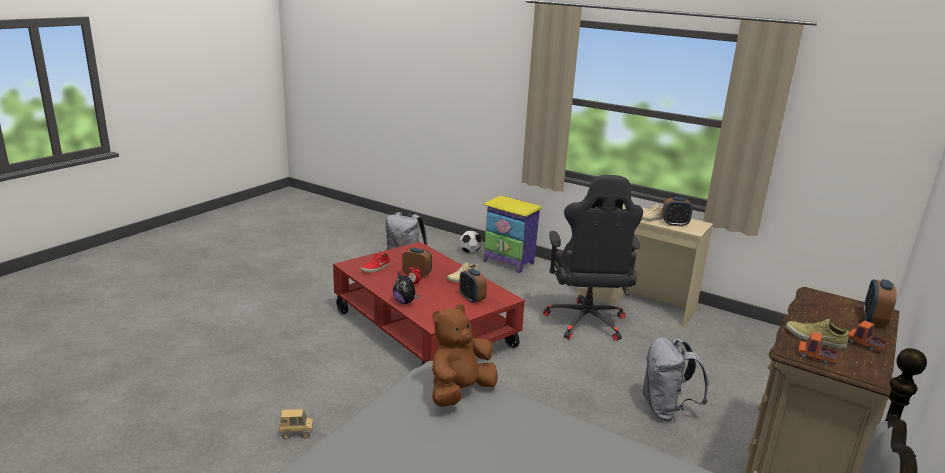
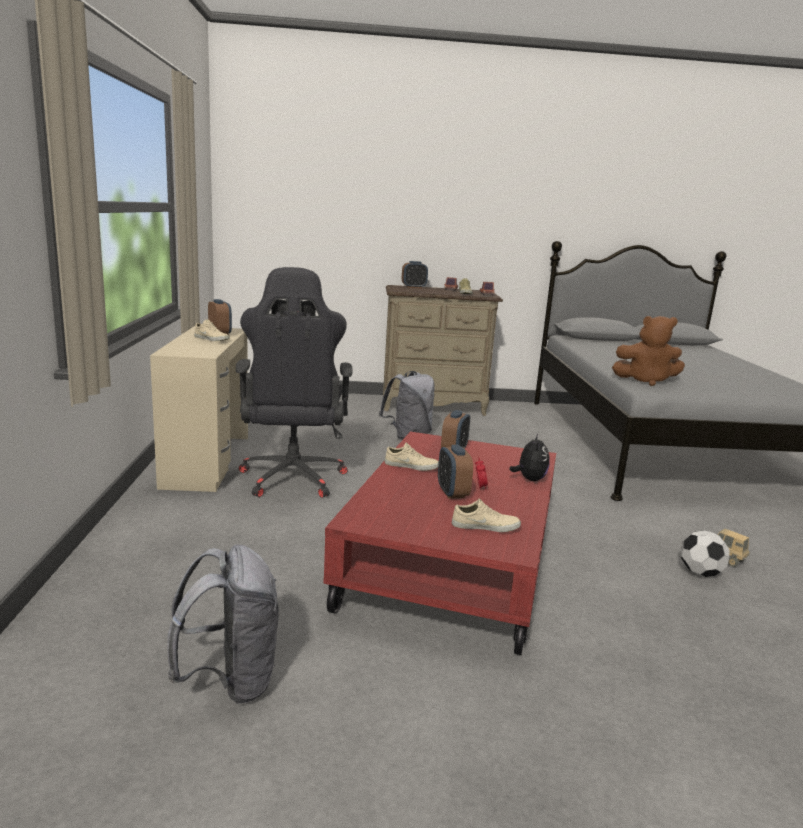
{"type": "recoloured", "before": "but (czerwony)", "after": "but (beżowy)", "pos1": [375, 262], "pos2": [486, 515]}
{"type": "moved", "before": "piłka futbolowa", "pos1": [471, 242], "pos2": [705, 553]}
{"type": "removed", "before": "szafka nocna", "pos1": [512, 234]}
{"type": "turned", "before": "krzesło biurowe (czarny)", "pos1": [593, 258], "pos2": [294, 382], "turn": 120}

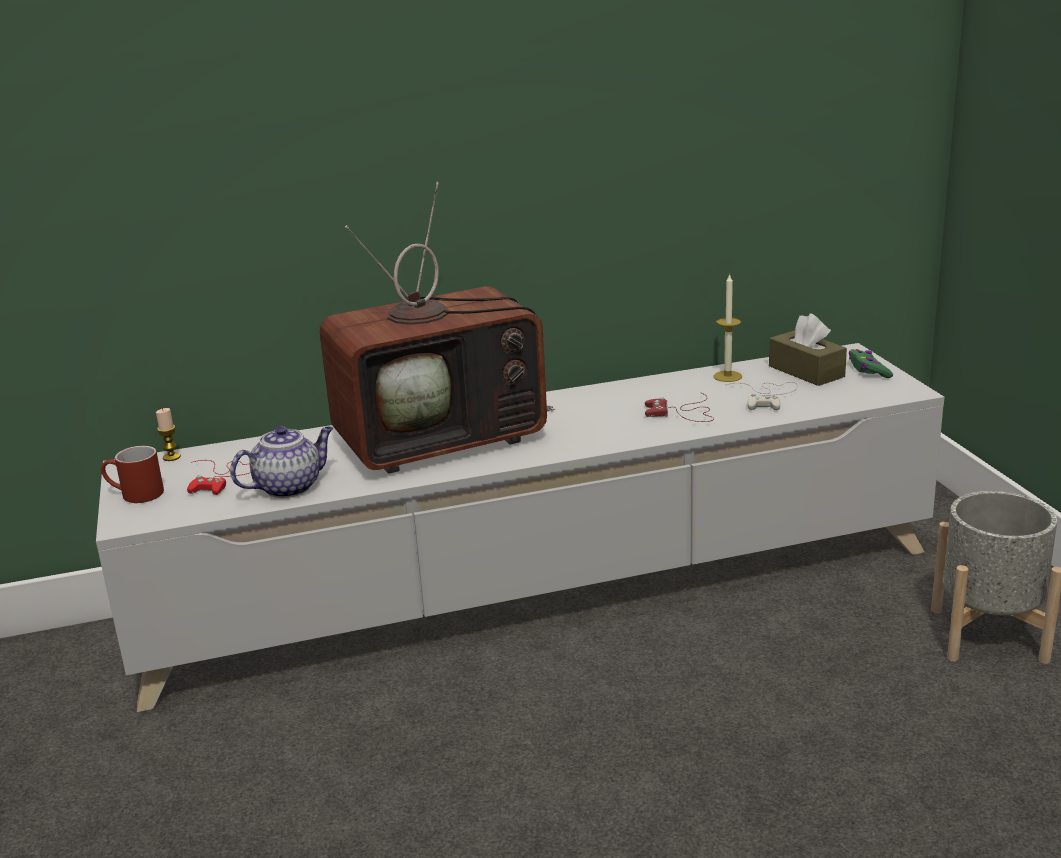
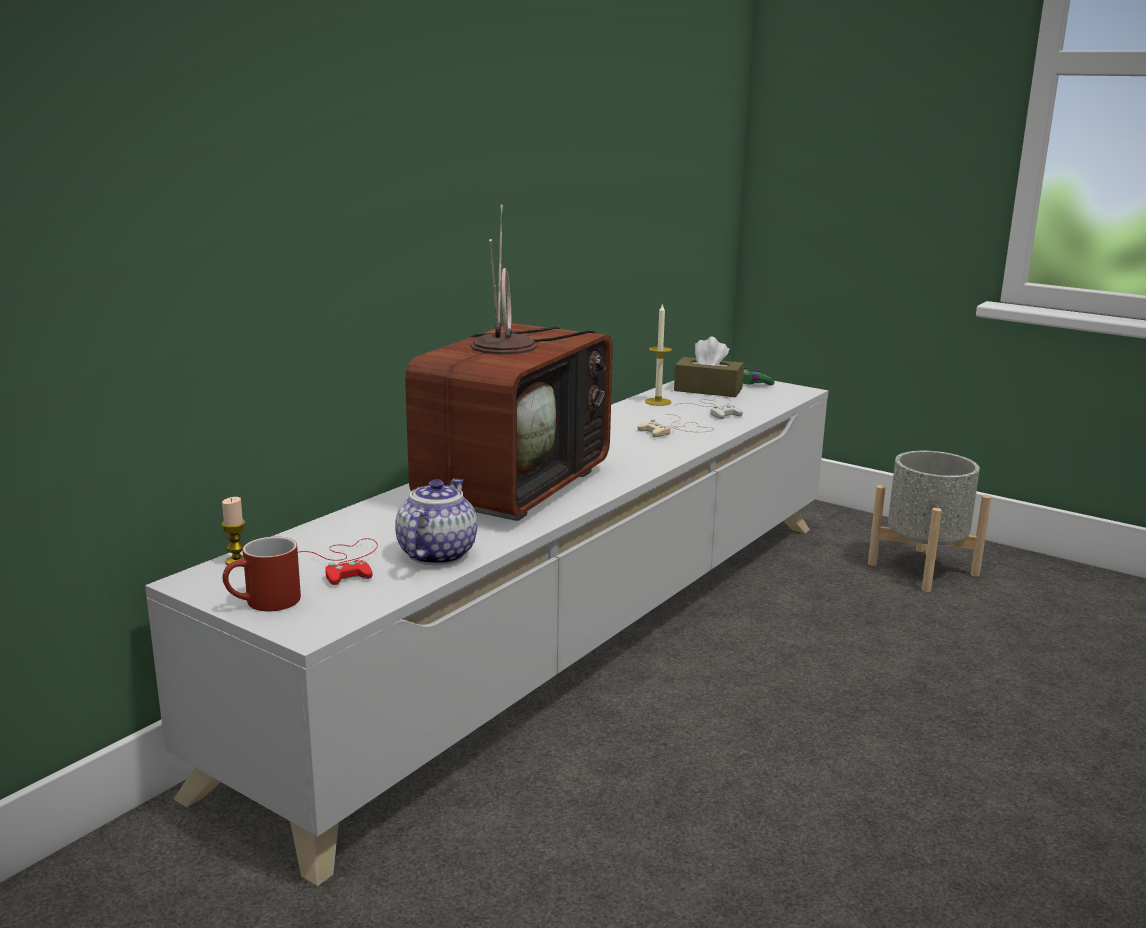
{"type": "recoloured", "before": "pad do gier (czerwony)", "after": "pad do gier (beżowy)", "pos1": [679, 407], "pos2": [676, 425]}

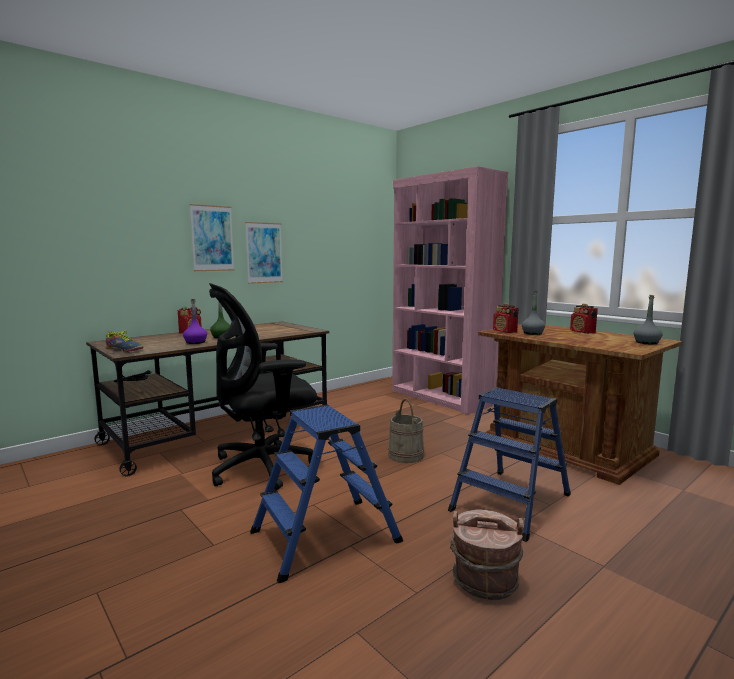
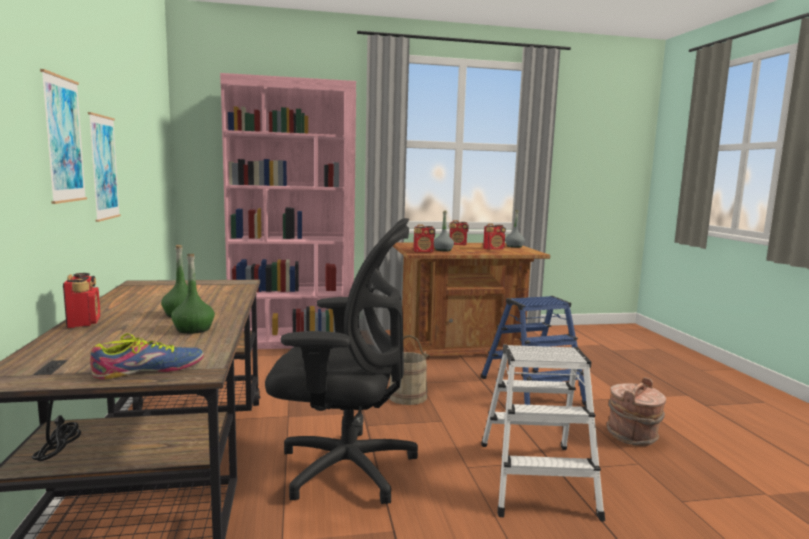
{"type": "recoloured", "before": "butelka (fioletowy)", "after": "butelka (zielony)", "pos1": [195, 321], "pos2": [193, 294]}
{"type": "turned", "before": "krzesło biurowe (czarny)", "pos1": [263, 386], "pos2": [341, 361], "turn": -90}
{"type": "recoloured", "before": "drabinka (niebieski)", "after": "drabinka (biały)", "pos1": [326, 493], "pos2": [543, 432]}
{"type": "added", "after": "radio", "pos2": [494, 236]}

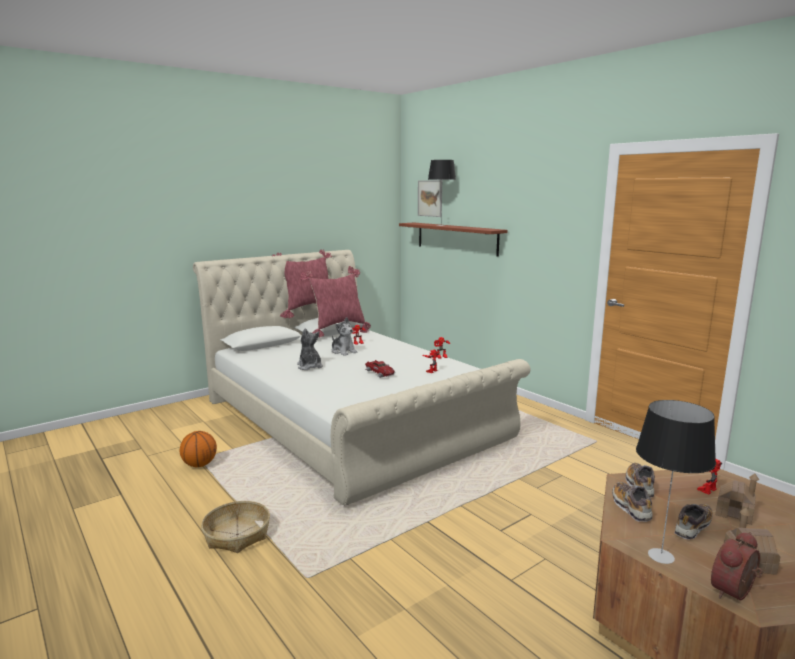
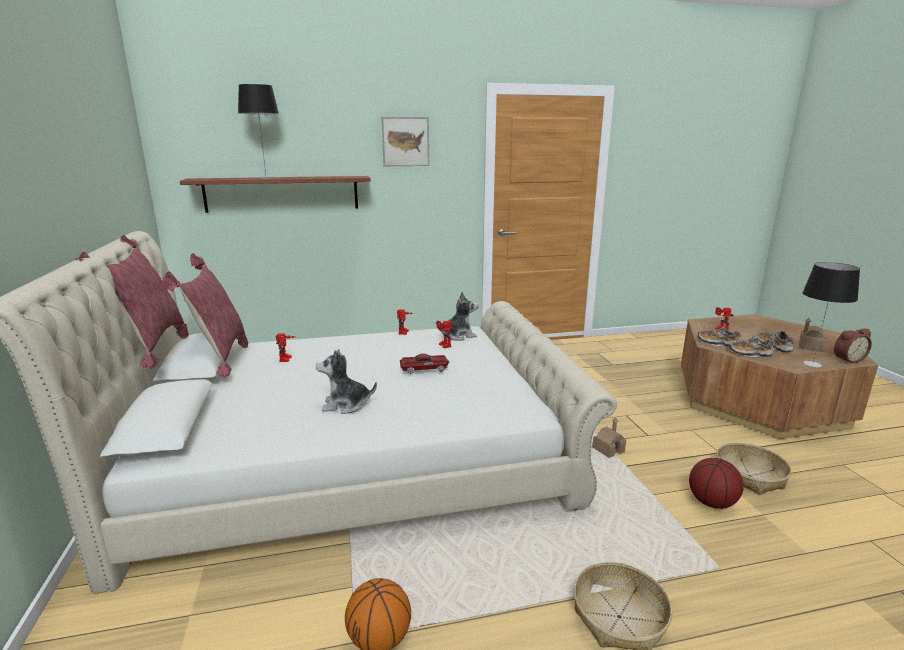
{"type": "moved", "before": "pluszak", "pos1": [344, 336], "pos2": [457, 316]}
{"type": "moved", "before": "obraz", "pos1": [430, 198], "pos2": [405, 141]}
{"type": "turned", "before": "budzik", "pos1": [737, 566], "pos2": [853, 346], "turn": -90}
{"type": "moved", "before": "domek", "pos1": [737, 499], "pos2": [609, 437]}
{"type": "added", "after": "piłka do koszykówki", "pos2": [716, 483]}
{"type": "added", "after": "koszyk", "pos2": [754, 469]}

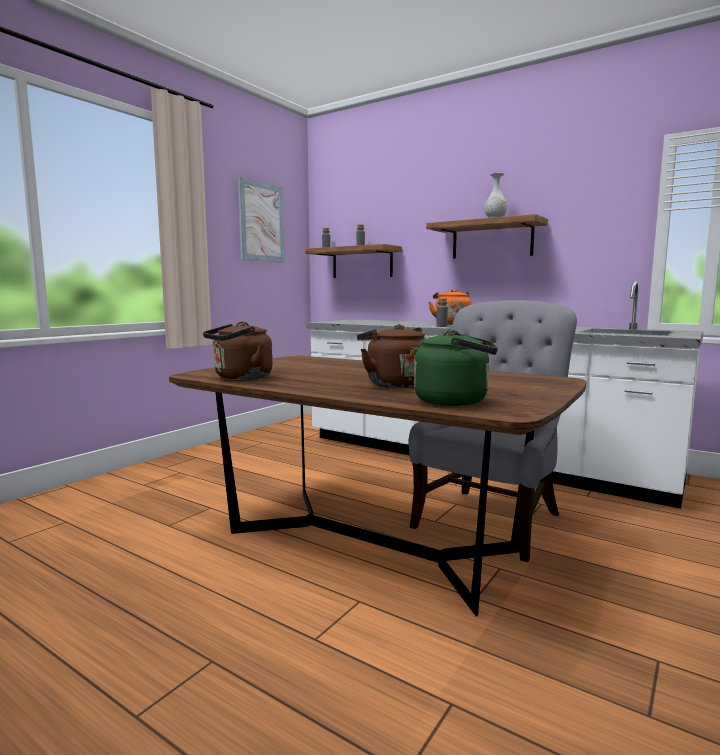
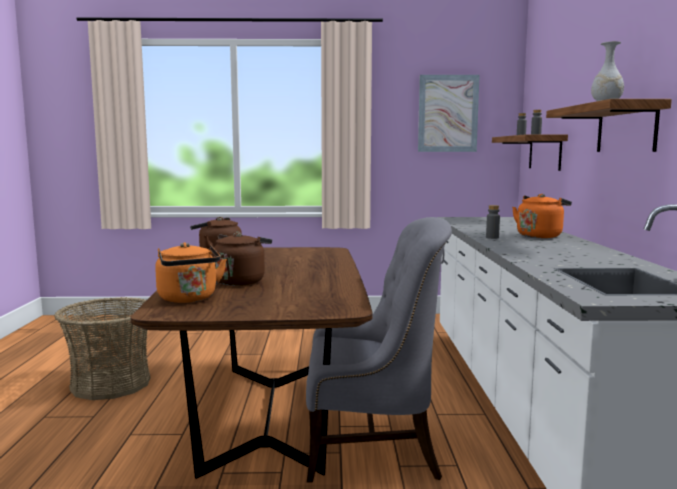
{"type": "recoloured", "before": "czajnik (zielony)", "after": "czajnik (pomarańczowy)", "pos1": [456, 368], "pos2": [191, 272]}
{"type": "added", "after": "koszyk", "pos2": [102, 348]}

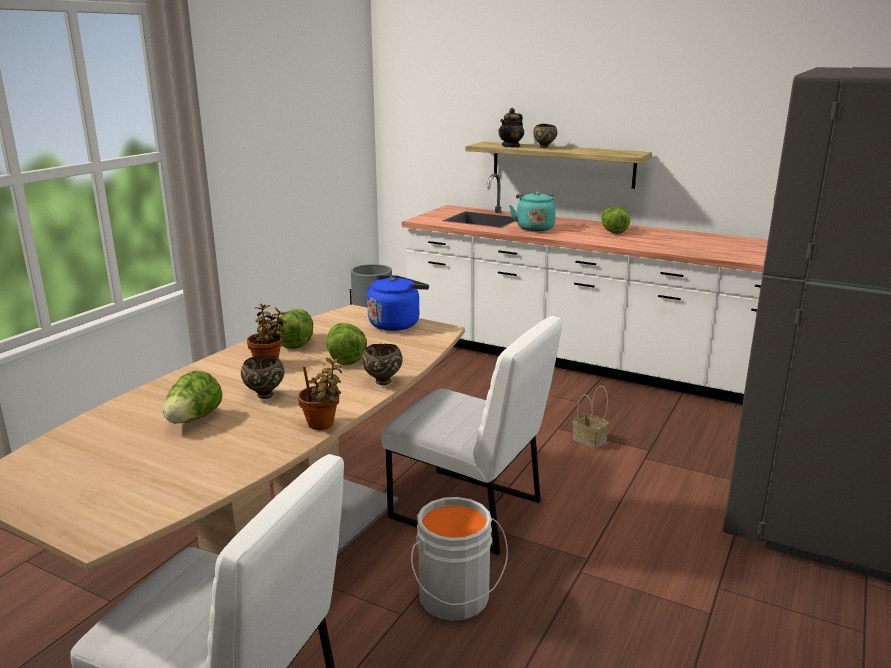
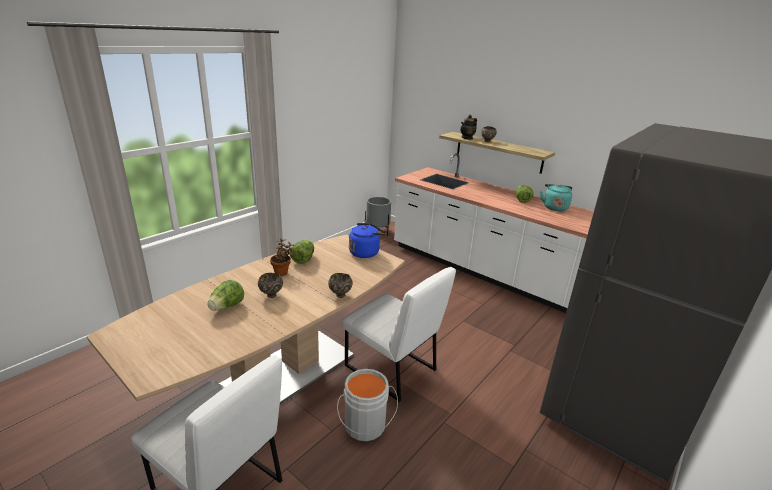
{"type": "removed", "before": "roślina doniczkowa", "pos1": [320, 393]}
{"type": "removed", "before": "sałata", "pos1": [346, 344]}
{"type": "moved", "before": "czajnik (turkusowy)", "pos1": [532, 211], "pos2": [556, 197]}
{"type": "removed", "before": "koszyk", "pos1": [591, 417]}

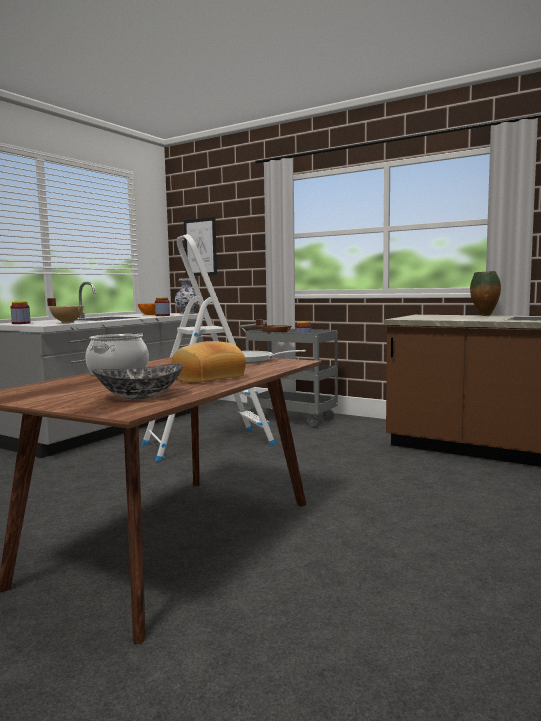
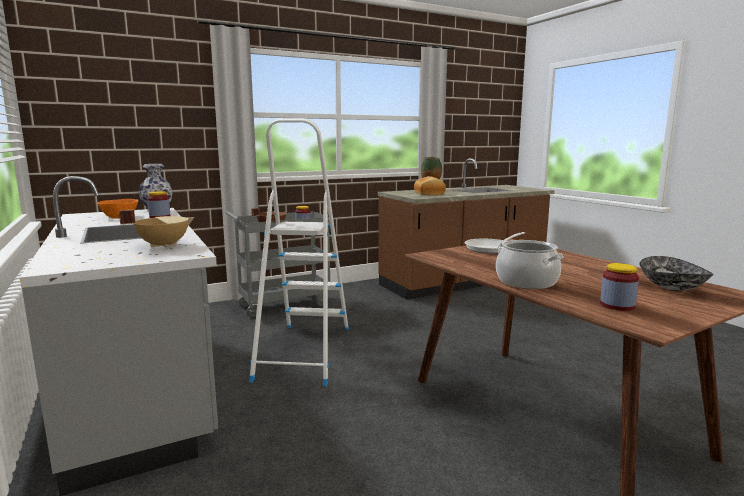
{"type": "moved", "before": "słoik", "pos1": [21, 312], "pos2": [619, 287]}
{"type": "moved", "before": "chleb", "pos1": [209, 362], "pos2": [430, 186]}
{"type": "removed", "before": "obraz", "pos1": [200, 246]}

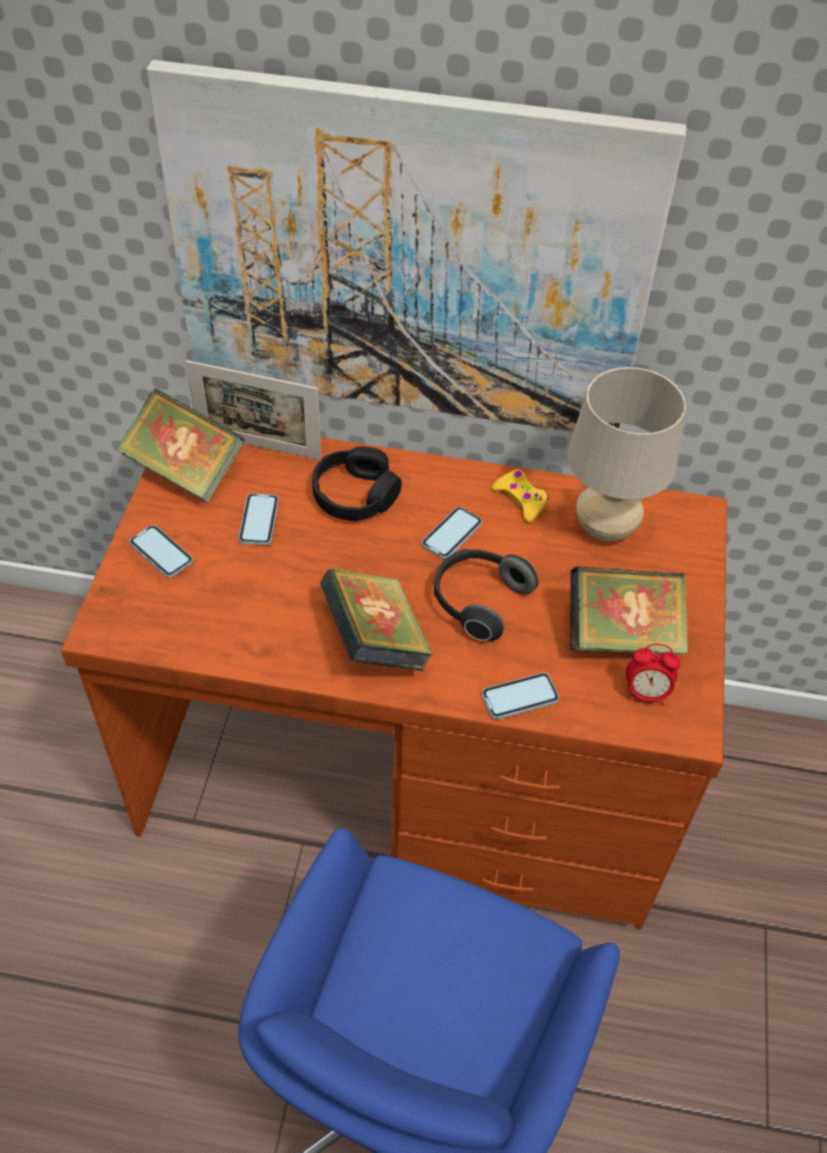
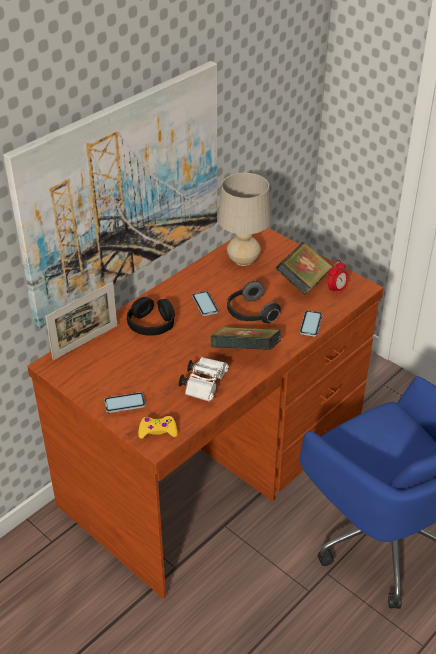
{"type": "removed", "before": "książka", "pos1": [180, 446]}
{"type": "removed", "before": "telefon", "pos1": [258, 519]}
{"type": "moved", "before": "pad do gier (żółty)", "pos1": [520, 496], "pos2": [157, 427]}
{"type": "added", "after": "lornetka (biały)", "pos2": [204, 379]}

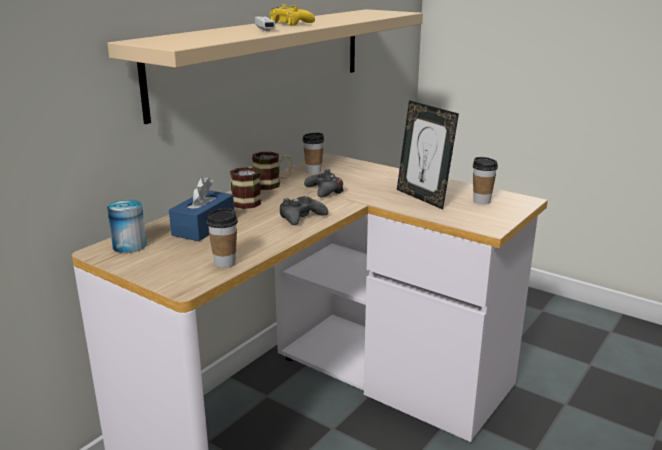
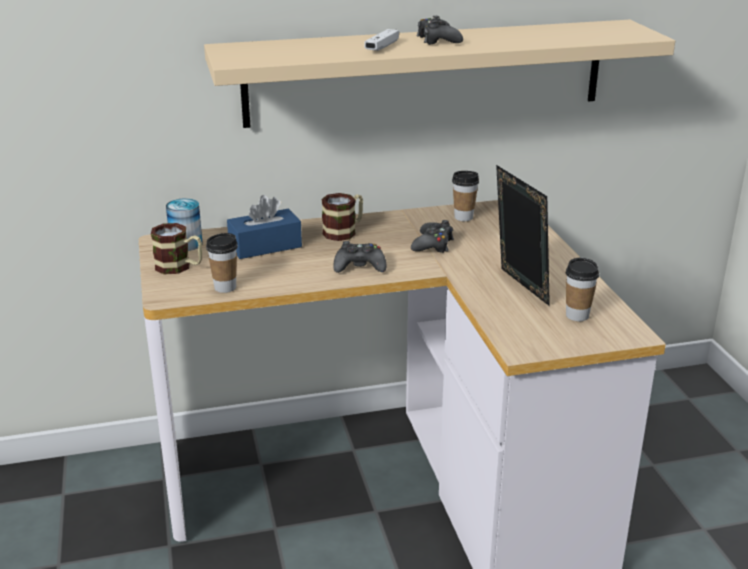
{"type": "moved", "before": "kubek", "pos1": [272, 171], "pos2": [176, 248]}
{"type": "recoloured", "before": "pad do gier (żółty)", "after": "pad do gier (czarny)", "pos1": [292, 15], "pos2": [439, 30]}
{"type": "turned", "before": "ramka na zdjęcie", "pos1": [428, 155], "pos2": [523, 235], "turn": 150}

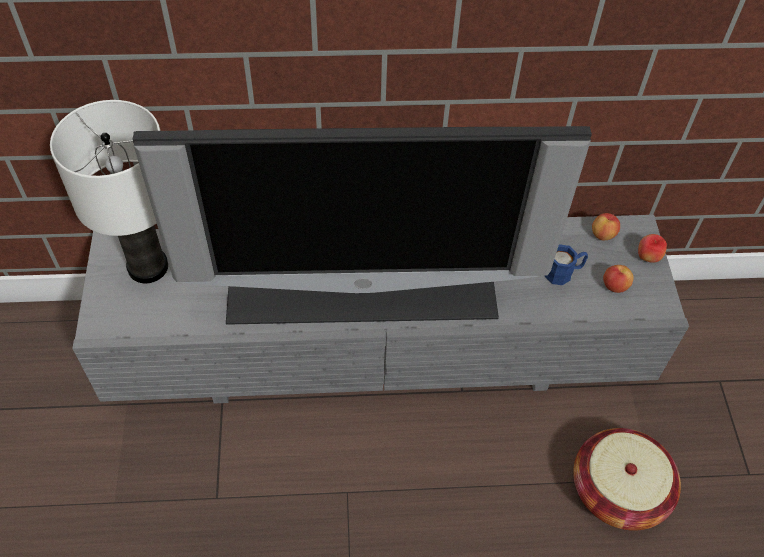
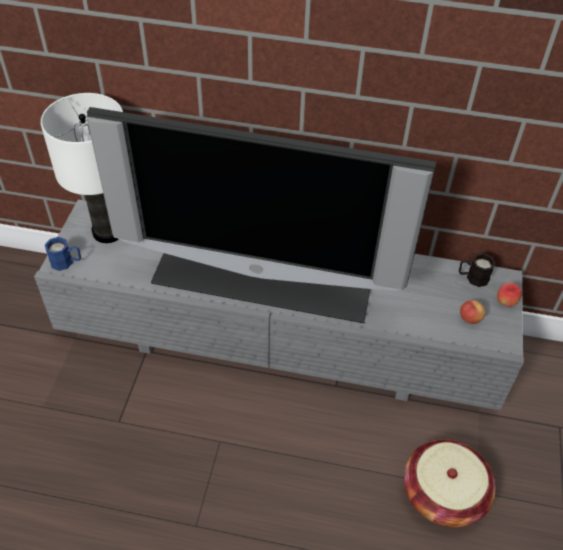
{"type": "moved", "before": "kubek (niebieski)", "pos1": [566, 264], "pos2": [63, 254]}
{"type": "replaced", "before": "jabłko", "after": "kubek (czarny)", "pos1": [606, 226], "pos2": [477, 270]}

